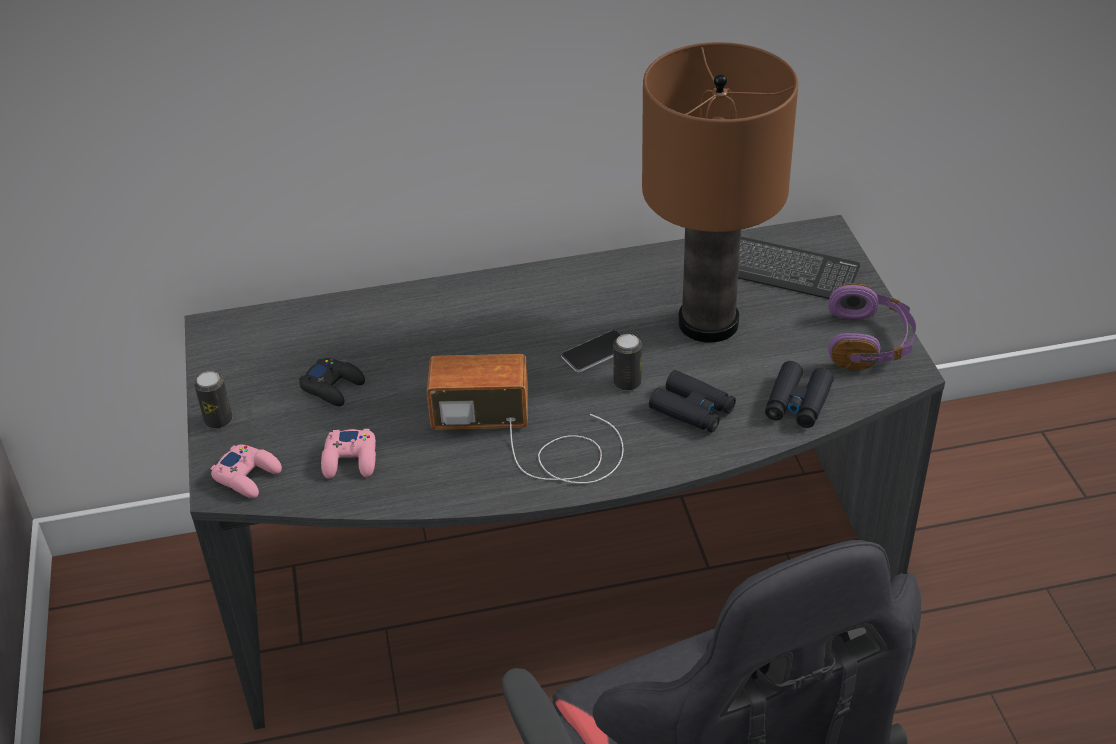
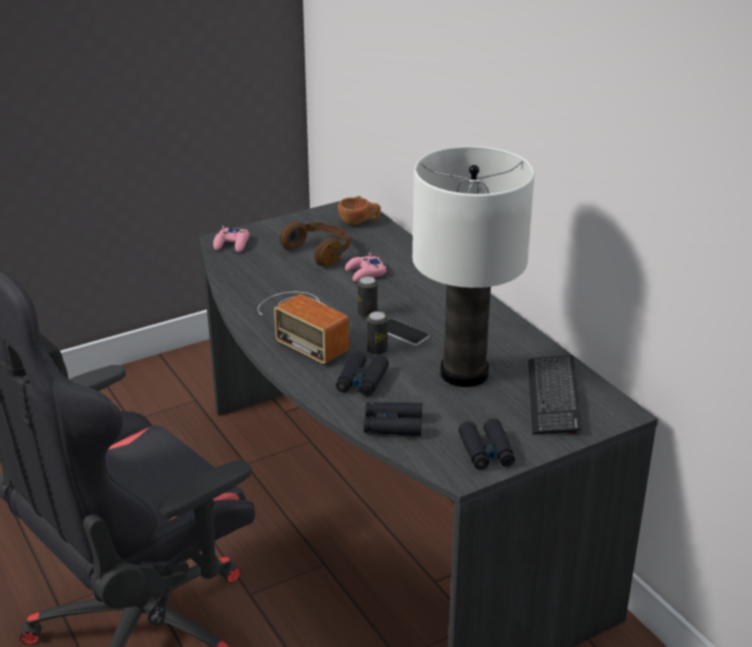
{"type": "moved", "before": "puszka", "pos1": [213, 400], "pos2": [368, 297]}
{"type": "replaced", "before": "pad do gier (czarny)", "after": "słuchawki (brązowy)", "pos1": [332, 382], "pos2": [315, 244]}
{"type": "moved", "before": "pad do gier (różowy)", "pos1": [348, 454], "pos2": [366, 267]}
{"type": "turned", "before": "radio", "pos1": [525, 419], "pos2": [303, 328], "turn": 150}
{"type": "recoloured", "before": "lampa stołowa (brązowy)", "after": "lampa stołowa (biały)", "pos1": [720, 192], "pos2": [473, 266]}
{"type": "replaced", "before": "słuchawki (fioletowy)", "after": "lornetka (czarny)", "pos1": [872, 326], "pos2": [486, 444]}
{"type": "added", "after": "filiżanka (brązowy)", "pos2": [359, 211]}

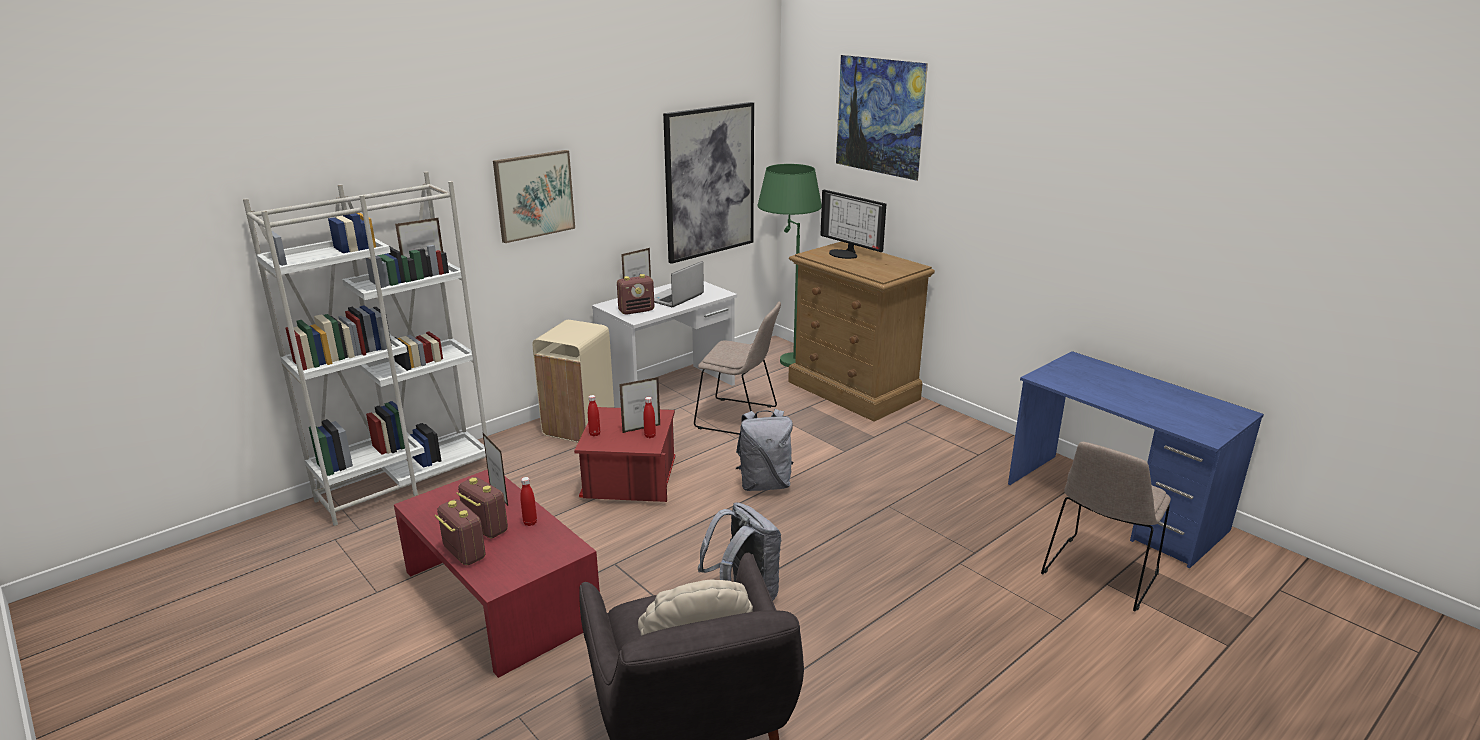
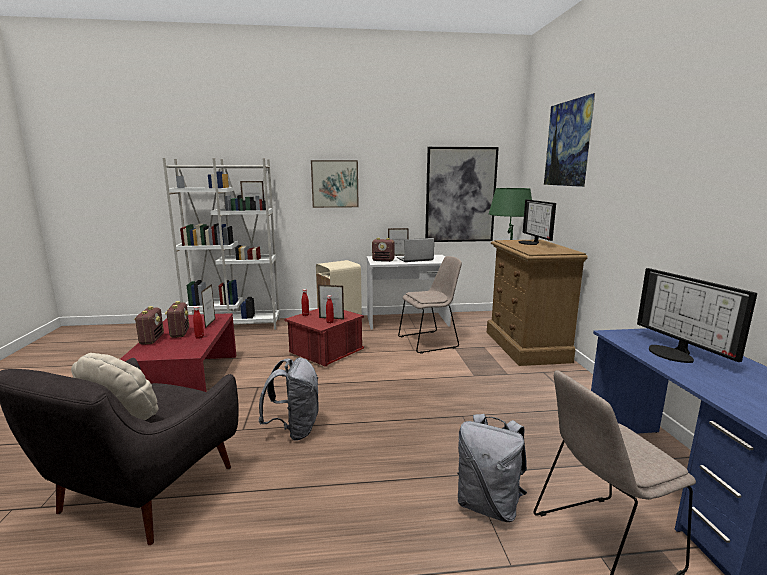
{"type": "turned", "before": "krzesło (beżowy)", "pos1": [737, 368], "pos2": [430, 305], "turn": -75}
{"type": "moved", "before": "plecak (szary)", "pos1": [764, 450], "pos2": [492, 468]}
{"type": "added", "after": "monitor", "pos2": [697, 315]}

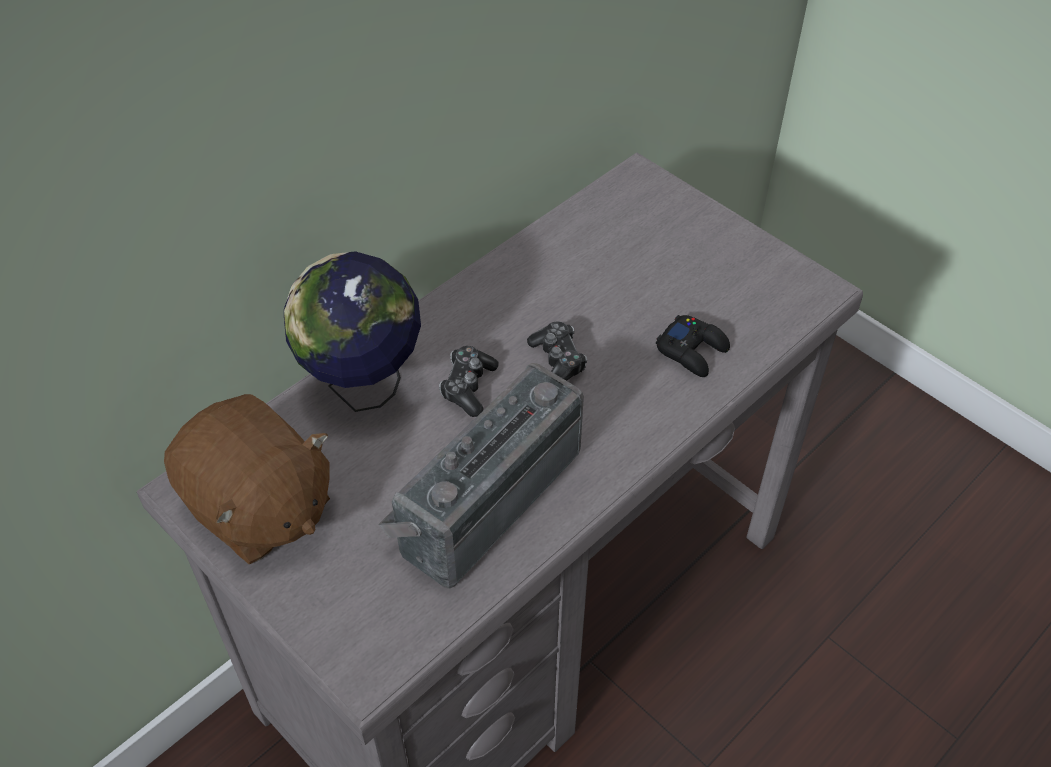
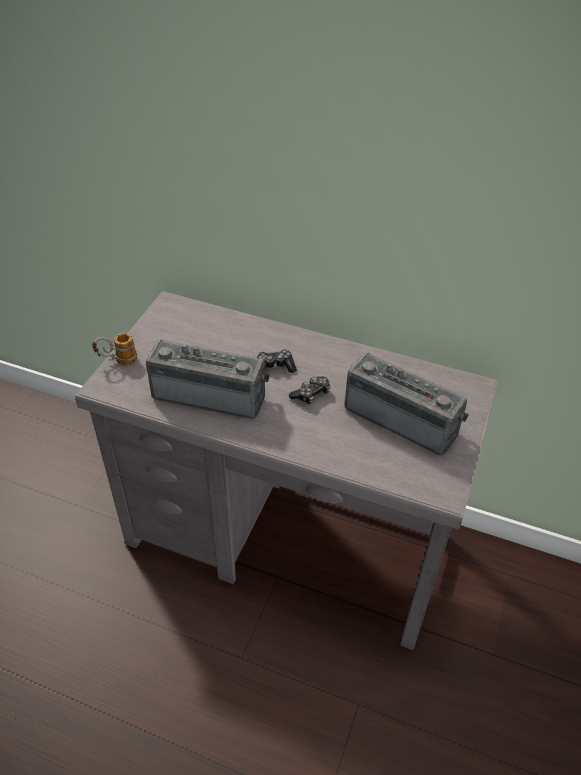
{"type": "removed", "before": "pluszak (brązowy)", "pos1": [247, 479]}
{"type": "removed", "before": "globus", "pos1": [352, 331]}
{"type": "removed", "before": "pad do gier (czarny)", "pos1": [693, 346]}
{"type": "added", "after": "kubek", "pos2": [114, 349]}
{"type": "added", "after": "radio", "pos2": [406, 404]}

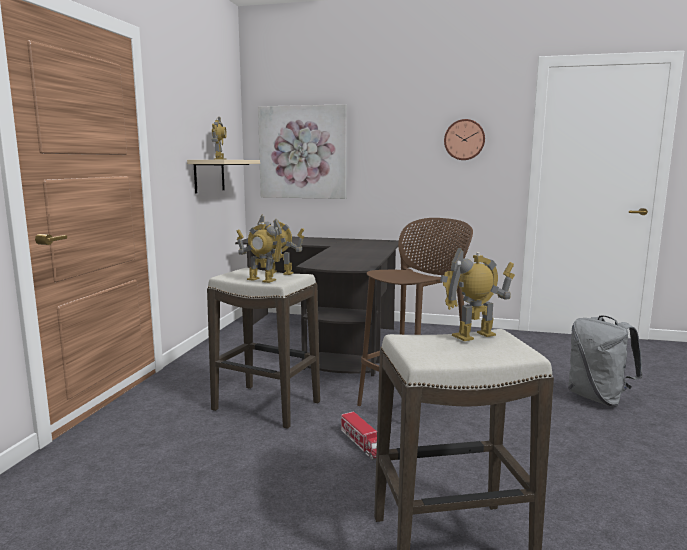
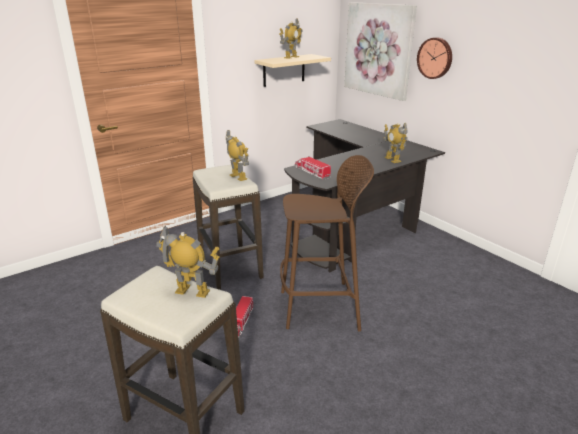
{"type": "moved", "before": "robot zabawkowy", "pos1": [261, 251], "pos2": [395, 143]}
{"type": "moved", "before": "zegar ścienny", "pos1": [464, 139], "pos2": [434, 58]}
{"type": "removed", "before": "plecak (szary)", "pos1": [605, 361]}
{"type": "added", "after": "ciężarówka zabawkowa", "pos2": [313, 167]}

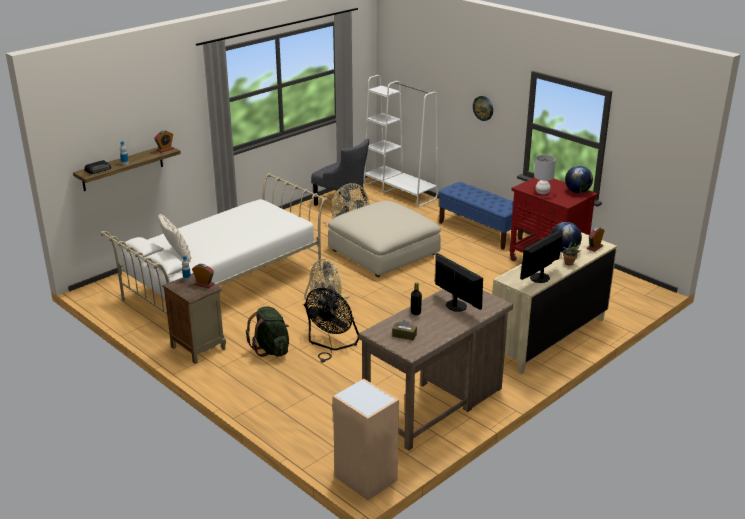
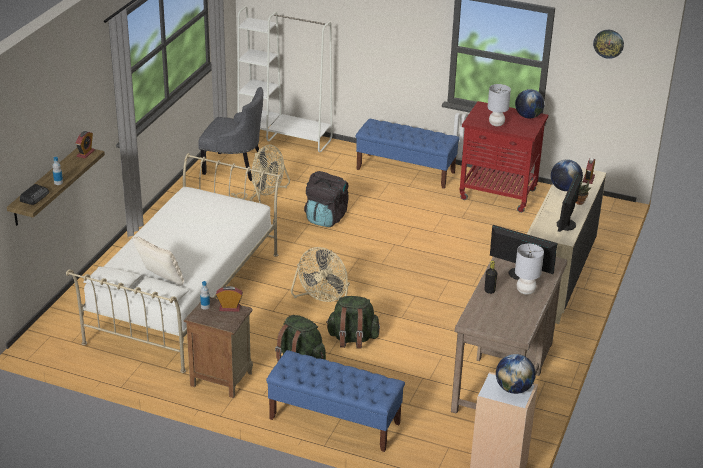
{"type": "replaced", "before": "wentylator (czarny)", "after": "plecak (zielony)", "pos1": [331, 325], "pos2": [353, 322]}
{"type": "replaced", "before": "pufa (beżowy)", "after": "plecak (czarny)", "pos1": [384, 239], "pos2": [326, 199]}
{"type": "removed", "before": "pudełko chusteczek (brązowy)", "pos1": [404, 330]}
{"type": "moved", "before": "zegar ścienny", "pos1": [483, 108], "pos2": [608, 44]}
{"type": "added", "after": "ławka (niebieski)", "pos2": [335, 401]}
{"type": "added", "after": "globus", "pos2": [516, 374]}
{"type": "added", "after": "lampa stołowa (szary)", "pos2": [529, 269]}

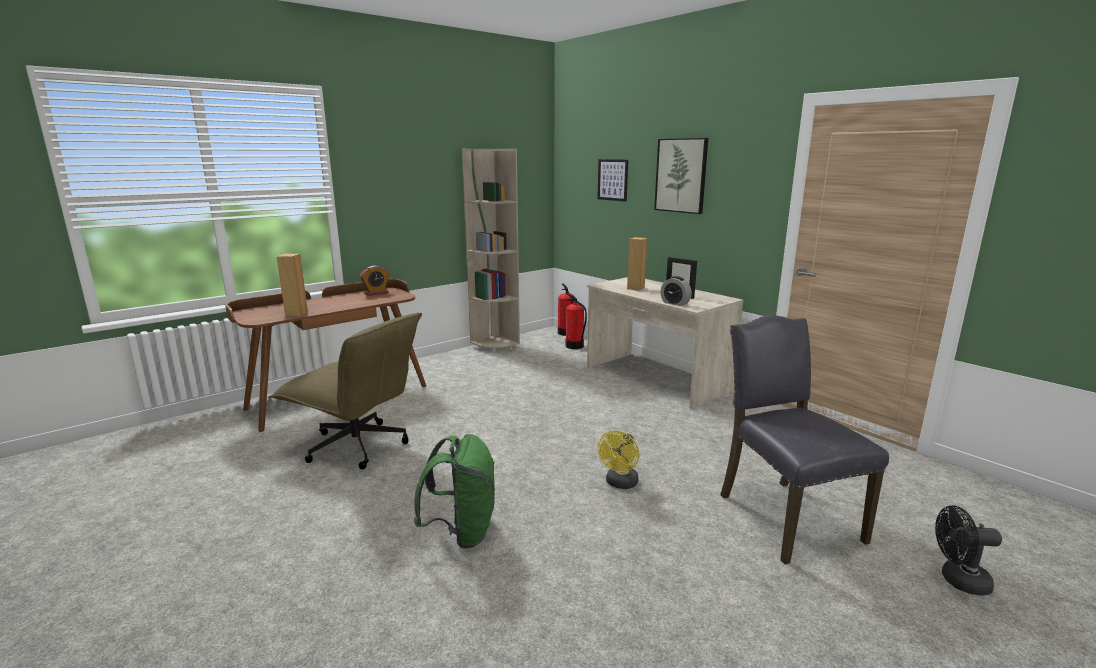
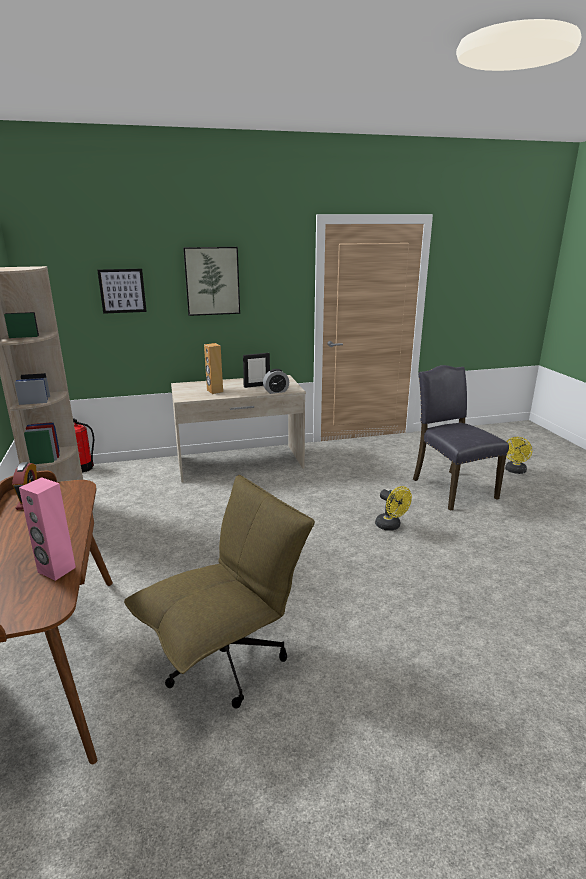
{"type": "recoloured", "before": "głośnik (brązowy)", "after": "głośnik (różowy)", "pos1": [292, 285], "pos2": [47, 529]}
{"type": "removed", "before": "plecak (zielony)", "pos1": [454, 491]}
{"type": "removed", "before": "gaśnica", "pos1": [576, 321]}
{"type": "turned", "before": "krzesło (szary)", "pos1": [804, 440], "pos2": [461, 438], "turn": 60}
{"type": "recoloured", "before": "wentylator (czarny)", "after": "wentylator (żółty)", "pos1": [968, 550], "pos2": [518, 455]}

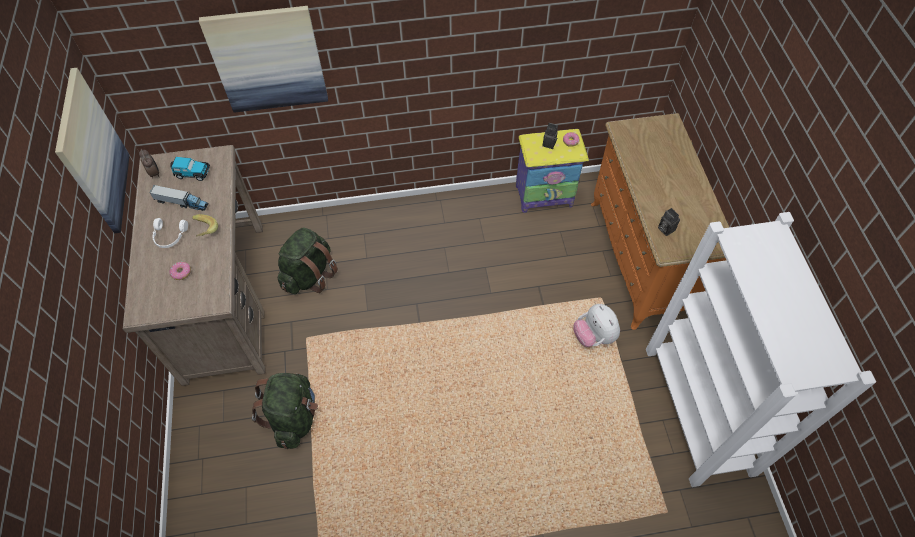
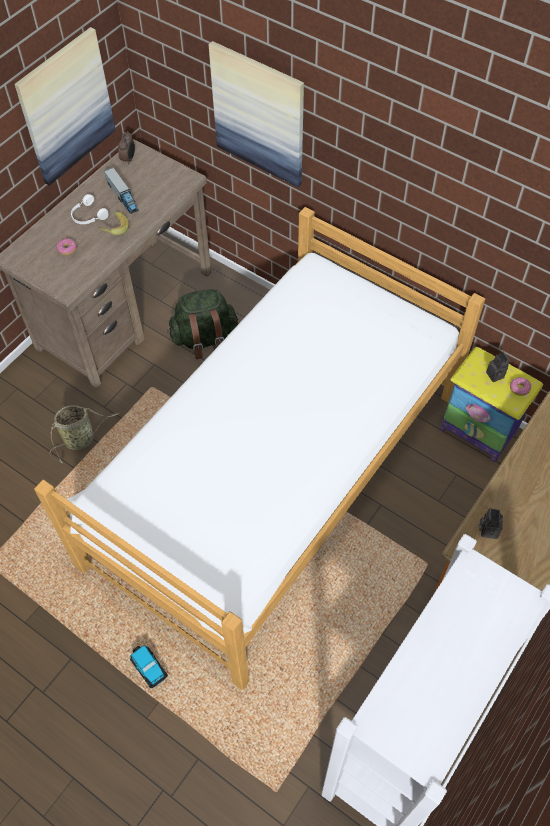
{"type": "moved", "before": "samochodzik", "pos1": [190, 169], "pos2": [149, 666]}
{"type": "replaced", "before": "plecak (zielony)", "after": "koszyk", "pos1": [285, 411], "pos2": [84, 434]}
{"type": "removed", "before": "pluszak", "pos1": [596, 325]}
{"type": "added", "after": "łóżko", "pos2": [259, 448]}

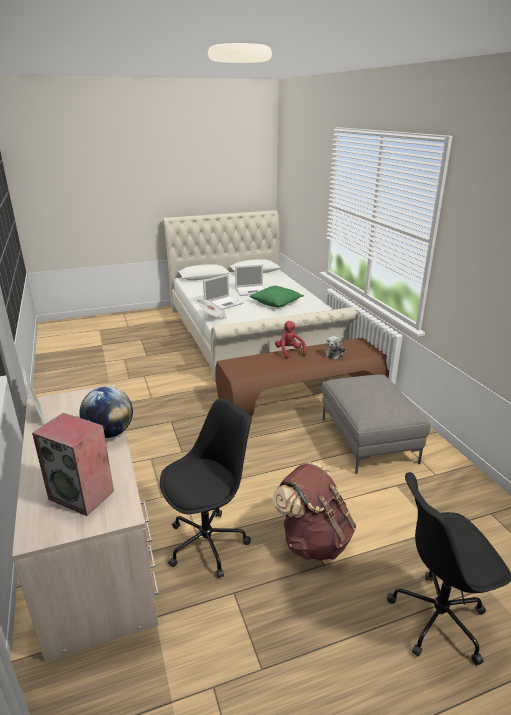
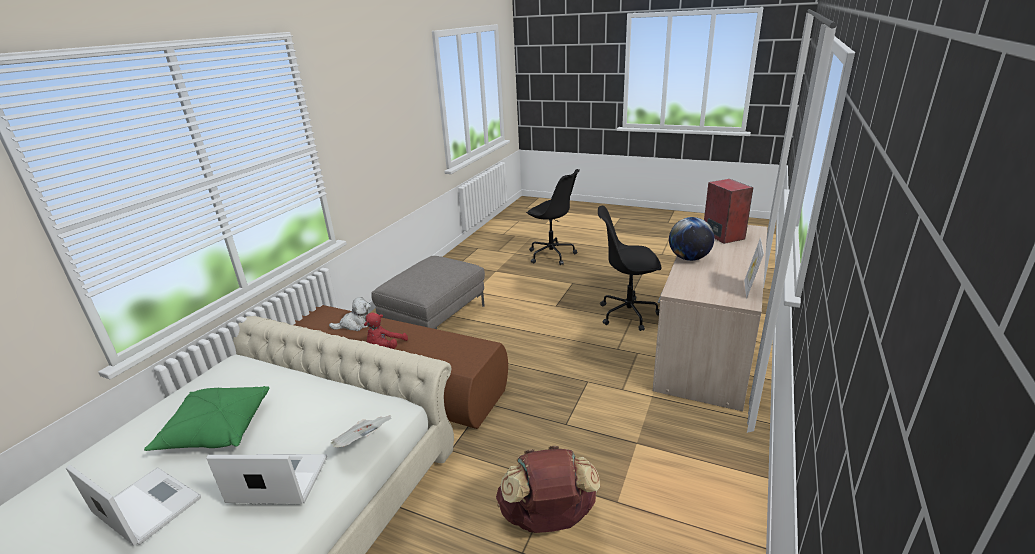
{"type": "moved", "before": "plecak (brązowy)", "pos1": [314, 510], "pos2": [548, 489]}

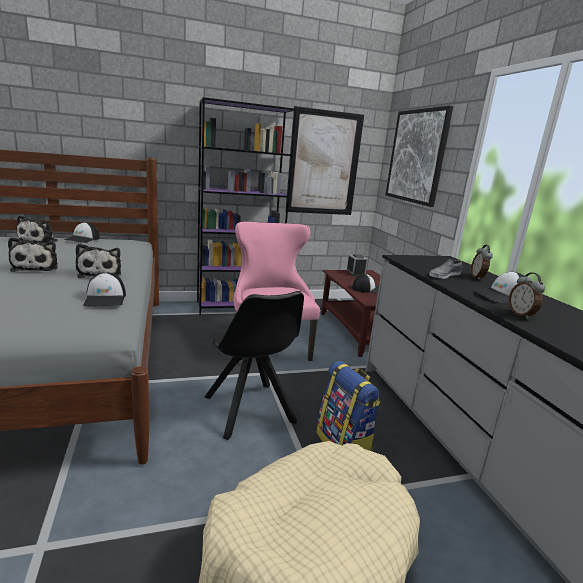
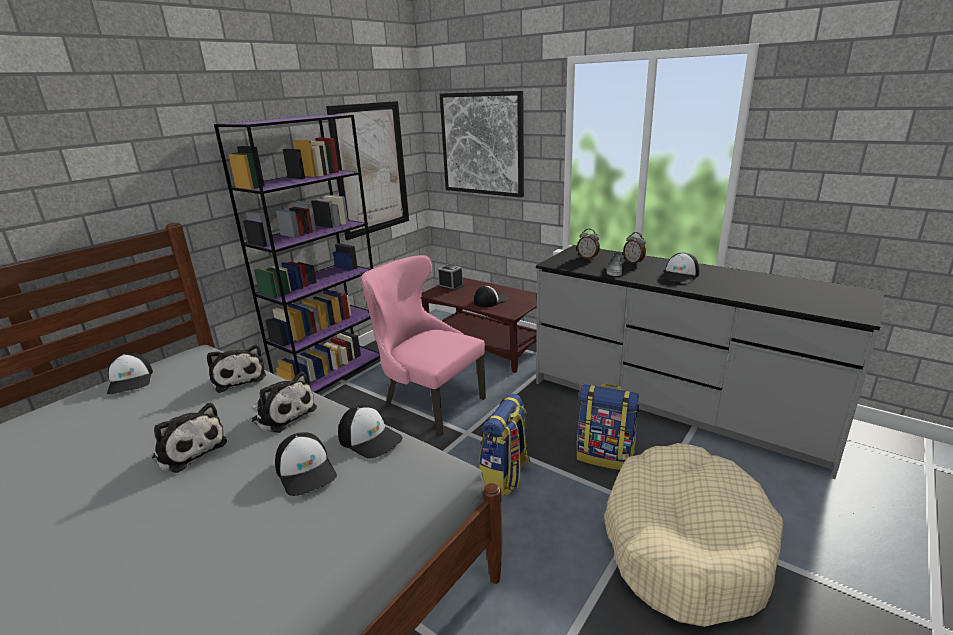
{"type": "moved", "before": "pluszak", "pos1": [37, 229], "pos2": [236, 369]}
{"type": "replaced", "before": "krzesło (czarny)", "after": "plecak", "pos1": [254, 365], "pos2": [505, 445]}
{"type": "moved", "before": "budzik", "pos1": [527, 295], "pos2": [588, 244]}
{"type": "added", "after": "czapka z daszkiem", "pos2": [306, 464]}

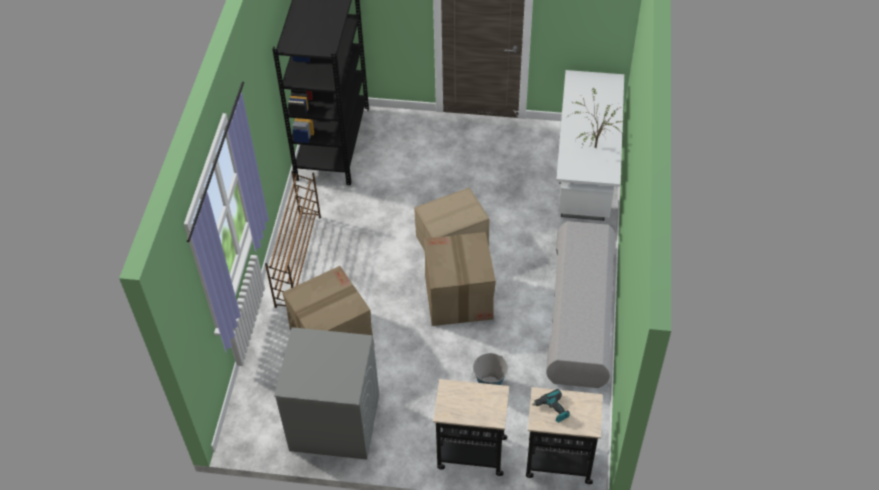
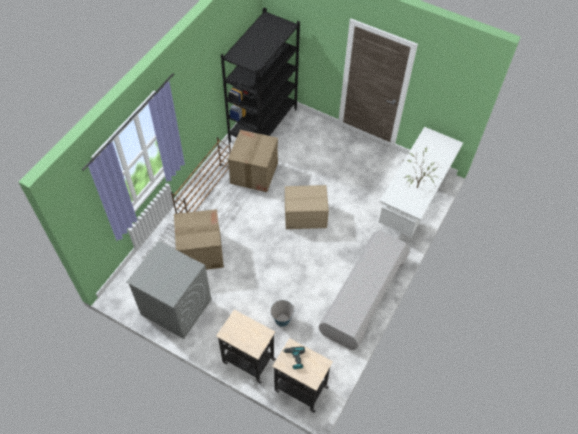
{"type": "moved", "before": "karton", "pos1": [459, 279], "pos2": [253, 161]}

